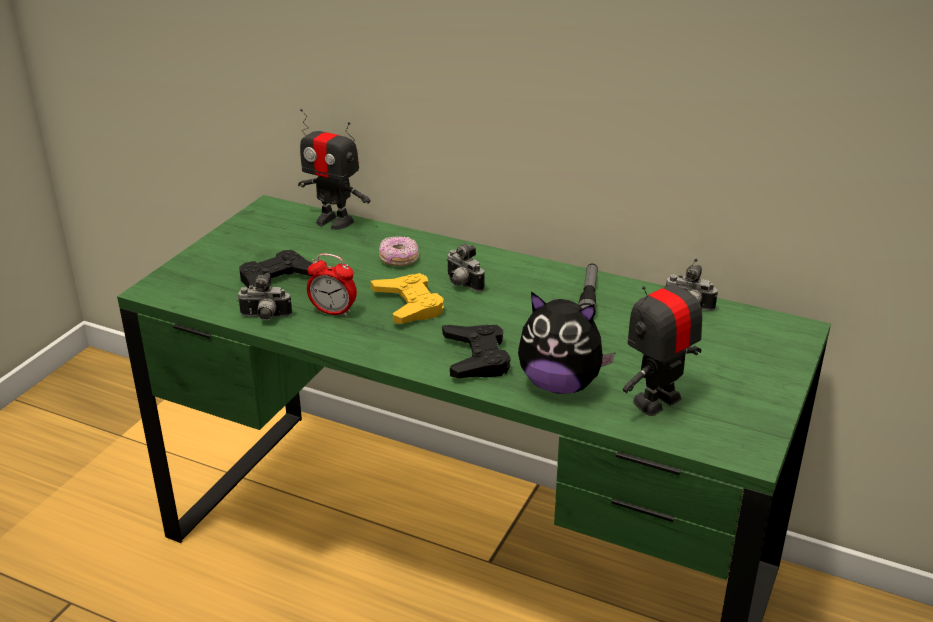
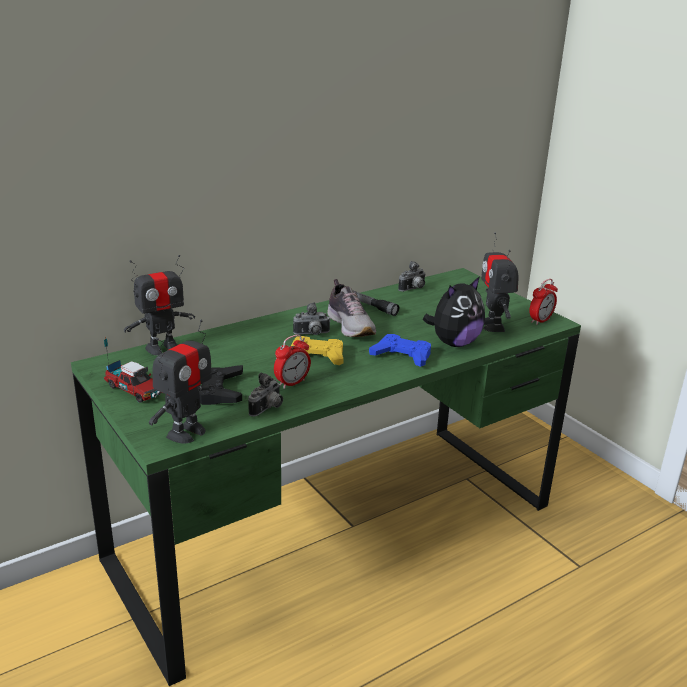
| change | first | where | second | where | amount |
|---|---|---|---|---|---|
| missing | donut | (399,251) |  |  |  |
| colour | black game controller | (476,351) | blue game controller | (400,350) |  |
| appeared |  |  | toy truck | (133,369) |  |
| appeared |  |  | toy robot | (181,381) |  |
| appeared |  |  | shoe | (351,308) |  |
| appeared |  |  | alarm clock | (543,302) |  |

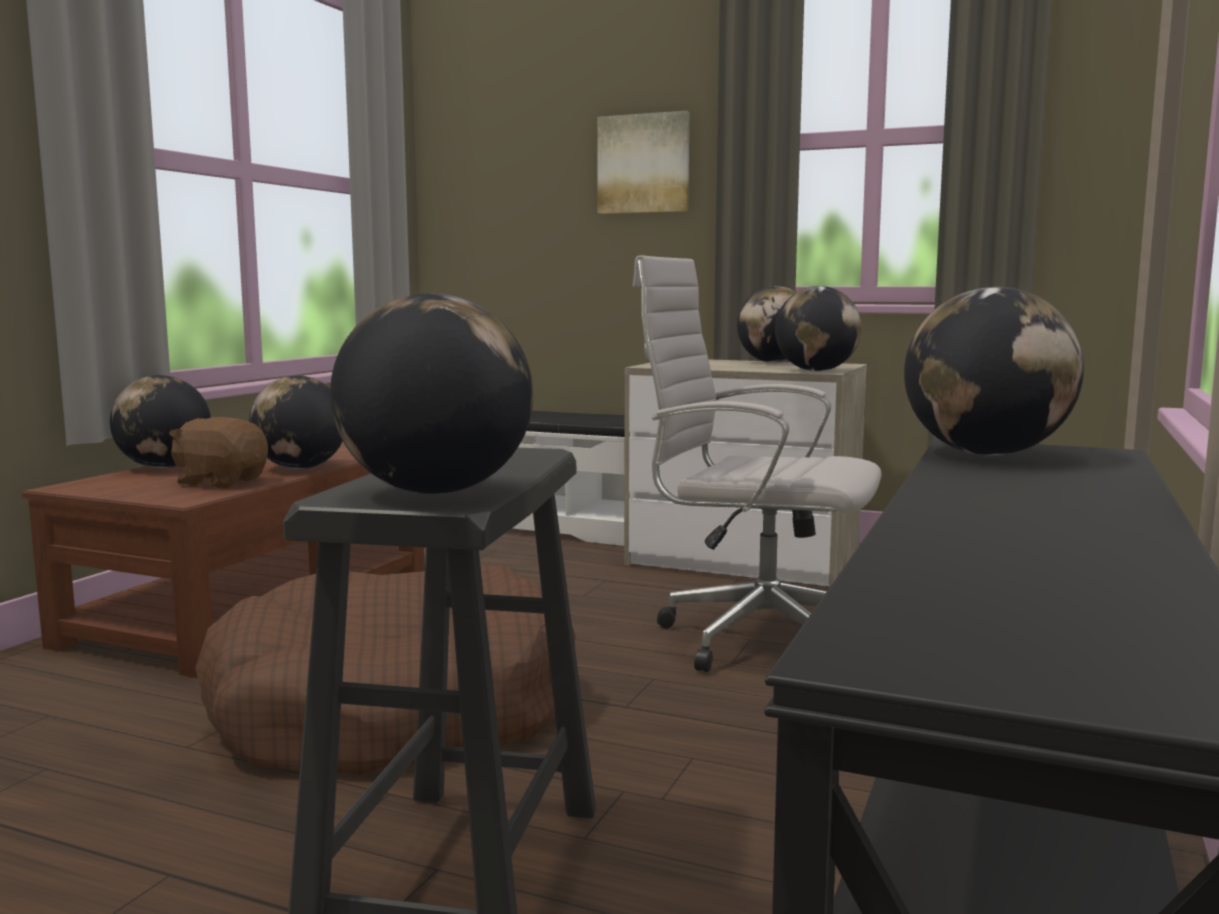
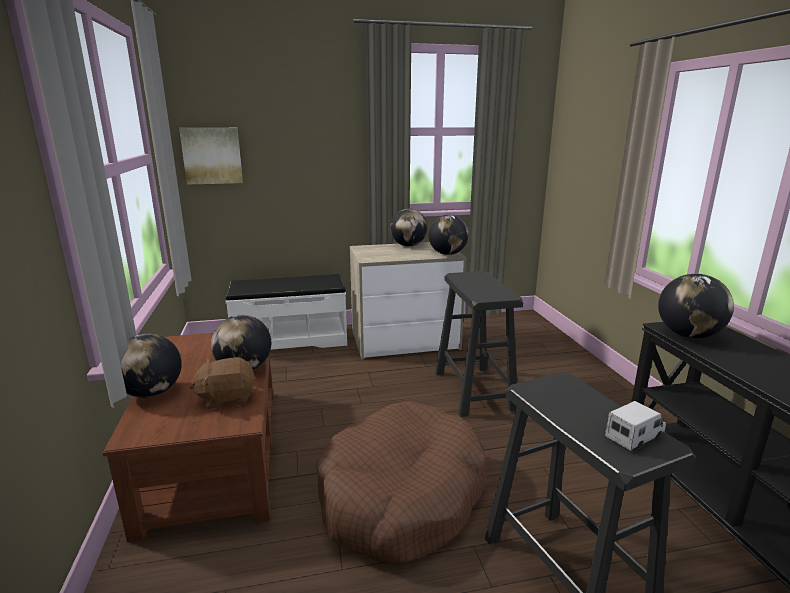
| change | first | where | second | where | amount |
|---|---|---|---|---|---|
| exchanged | globe | (431,394) | toy truck | (635,426) |  |
| relocated | picture | (643,162) |  | (211,156) |  |
| exchanged | white office chair | (757,463) | black stool | (479,344) |  |

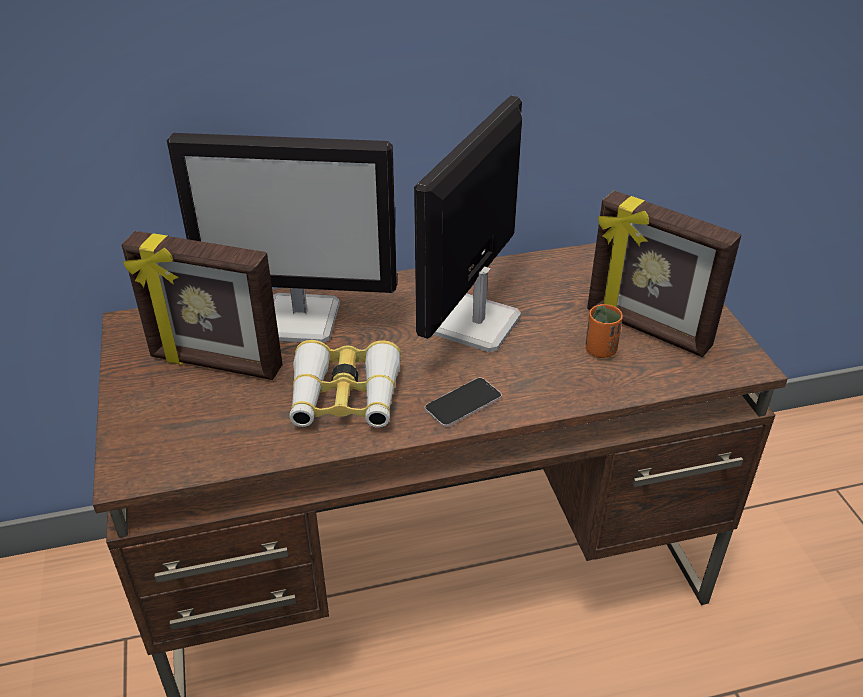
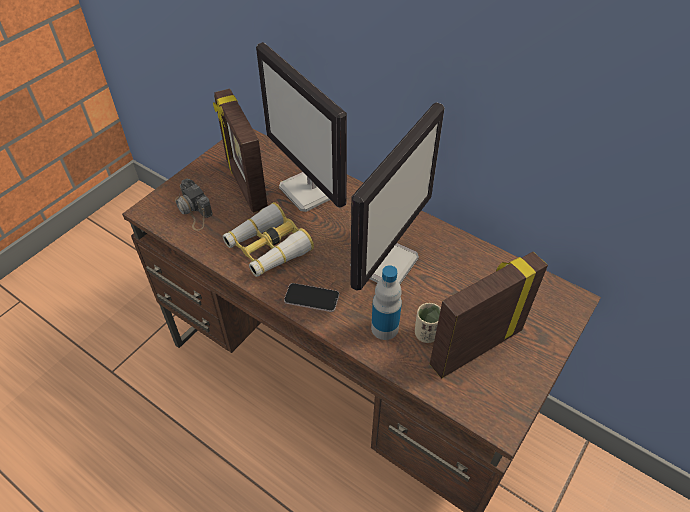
| change | first | where | second | where | amount |
|---|---|---|---|---|---|
| spun | monitor | (468,224) |  | (397,196) | 135 degrees clockwise |
| colour | orange cup | (604,331) | beige cup | (428,323) |  |
| spun | picture frame | (664,274) |  | (489,315) | 60 degrees clockwise |
| appeared |  |  | photo camera | (194,204) |  |
| appeared |  |  | bottle | (386,302) |  |

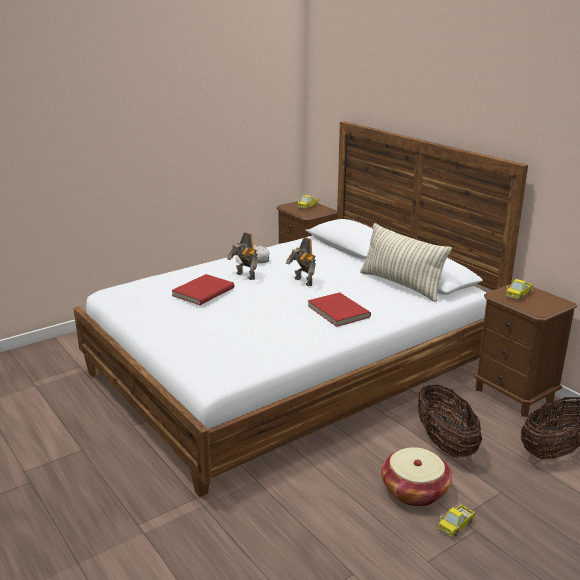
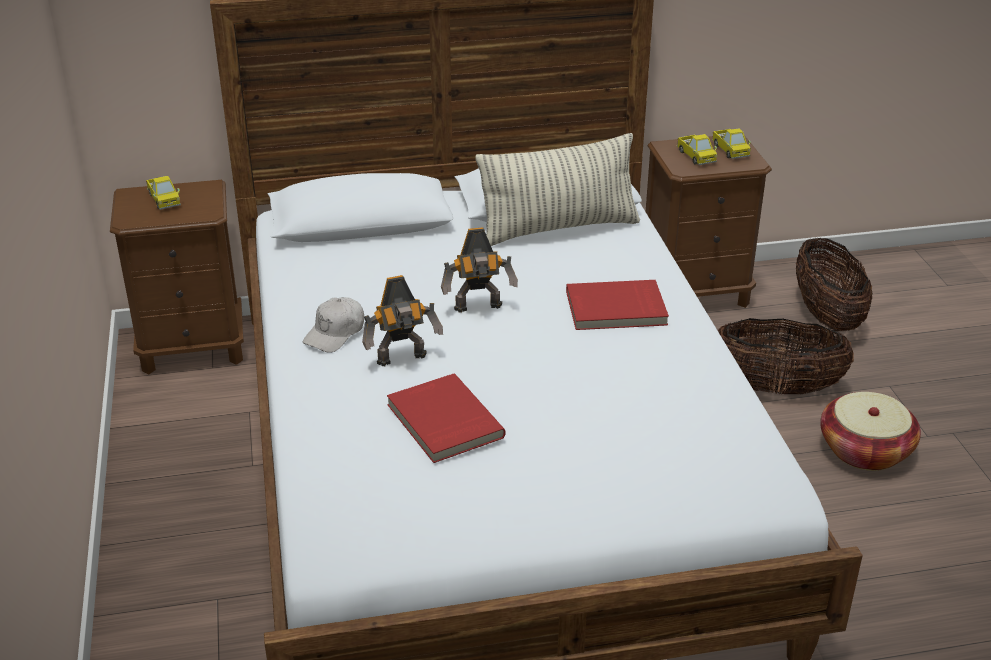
| change | first | where | second | where | amount |
|---|---|---|---|---|---|
| relocated | toy truck | (456,521) |  | (731,143) |  |

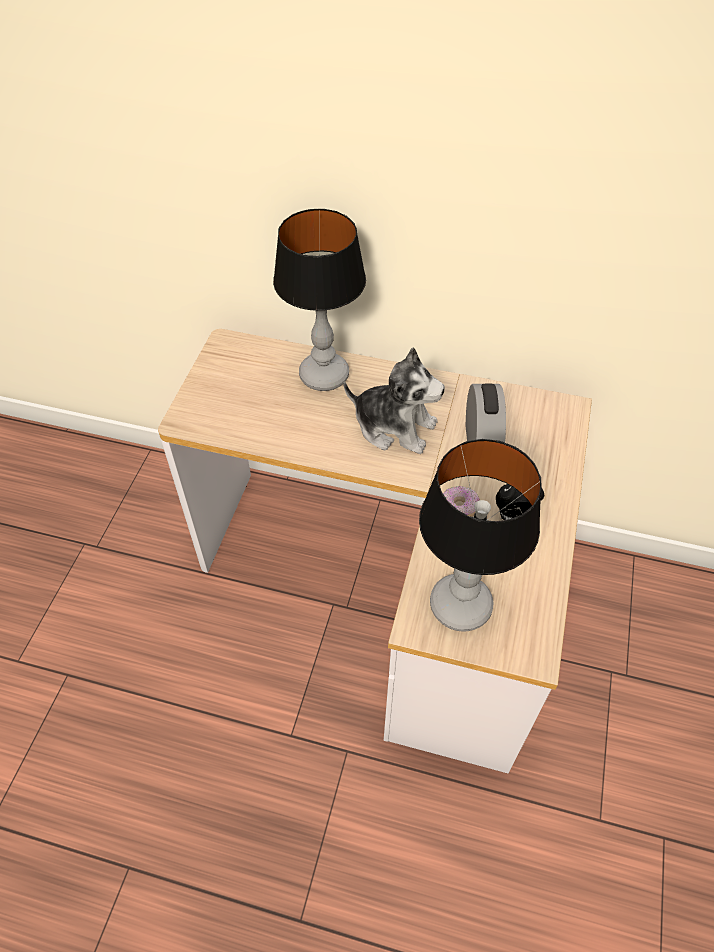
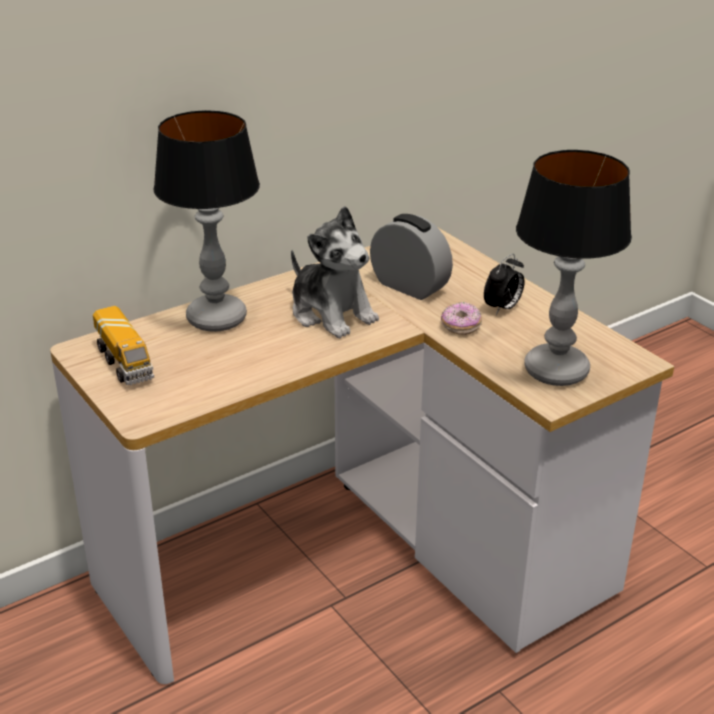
| change | first | where | second | where | amount |
|---|---|---|---|---|---|
| spun | plush toy | (394,401) |  | (335,272) | 75 degrees clockwise |
| appeared |  |  | toy truck | (123,346) |  |

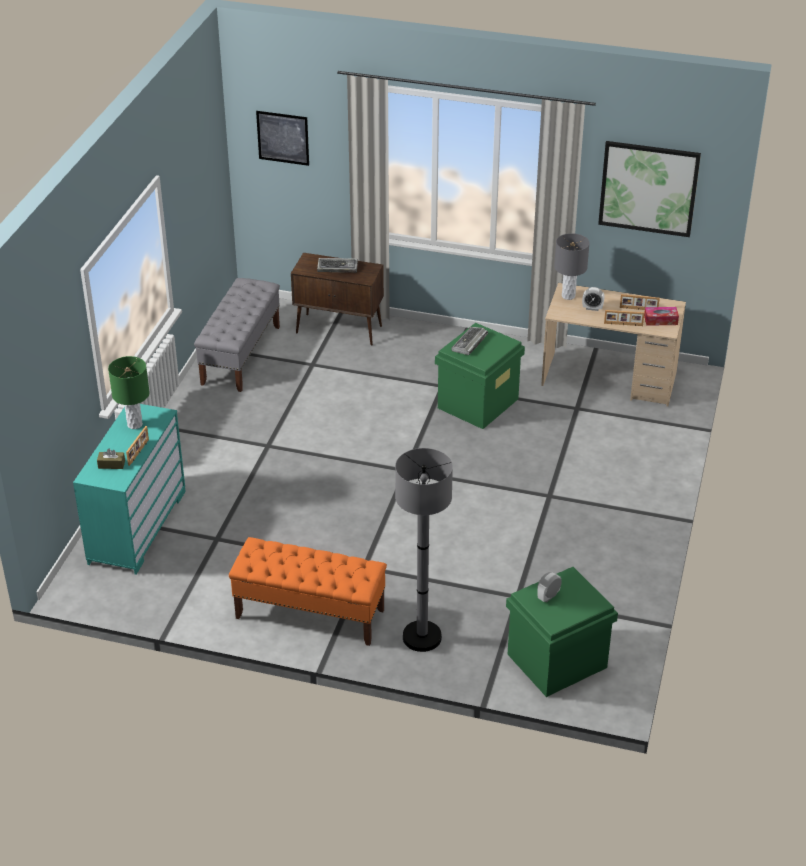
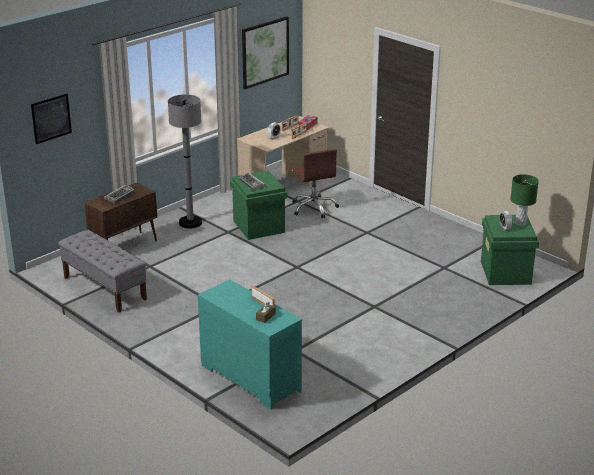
| change | first | where | second | where | amount |
|---|---|---|---|---|---|
| relocated | green table lamp | (129,392) |  | (524,200) |  |
| missing | orange bench | (308,591) |  |  |  |
| relocated | grey floor lamp | (424,550) |  | (185,161) |  |
| missing | grey table lamp | (572,266) |  |  |  |
| appeared |  |  | brown office chair | (315,183) |  |

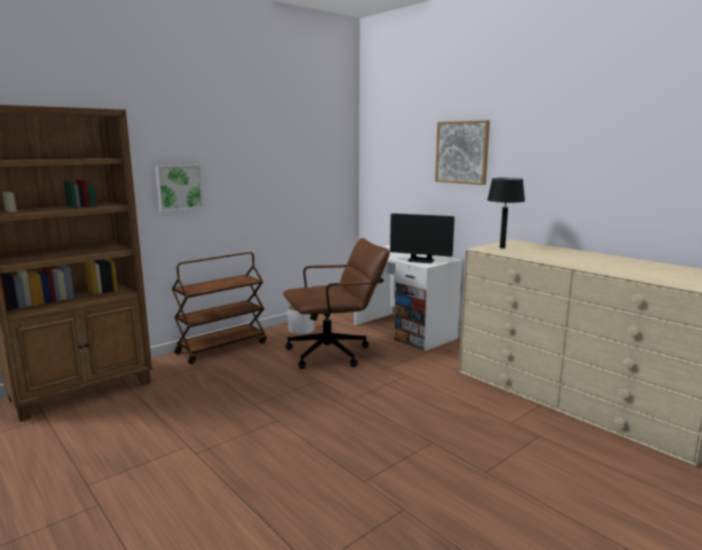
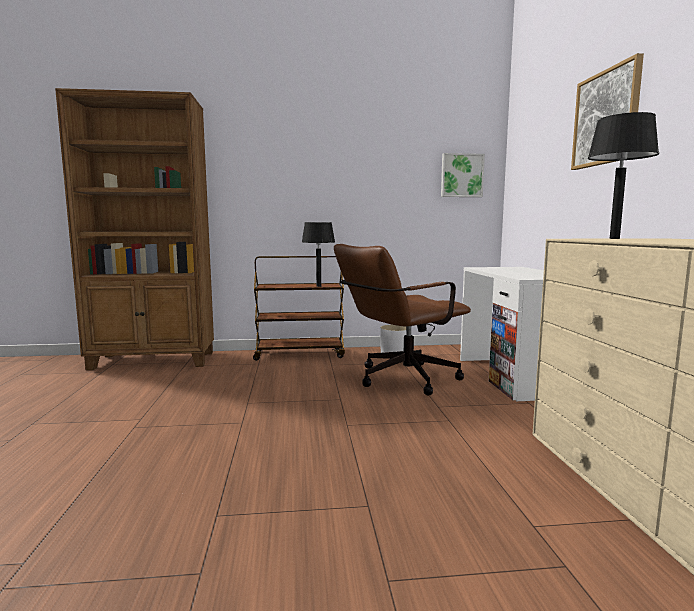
| change | first | where | second | where | amount |
|---|---|---|---|---|---|
| relocated | picture | (179,188) |  | (463,175) |  |
| spun | brown office chair | (336,303) |  | (402,320) | 135 degrees clockwise |
| missing | monitor | (422,238) |  |  |  |
| appeared |  |  | black table lamp | (318,254) |  |

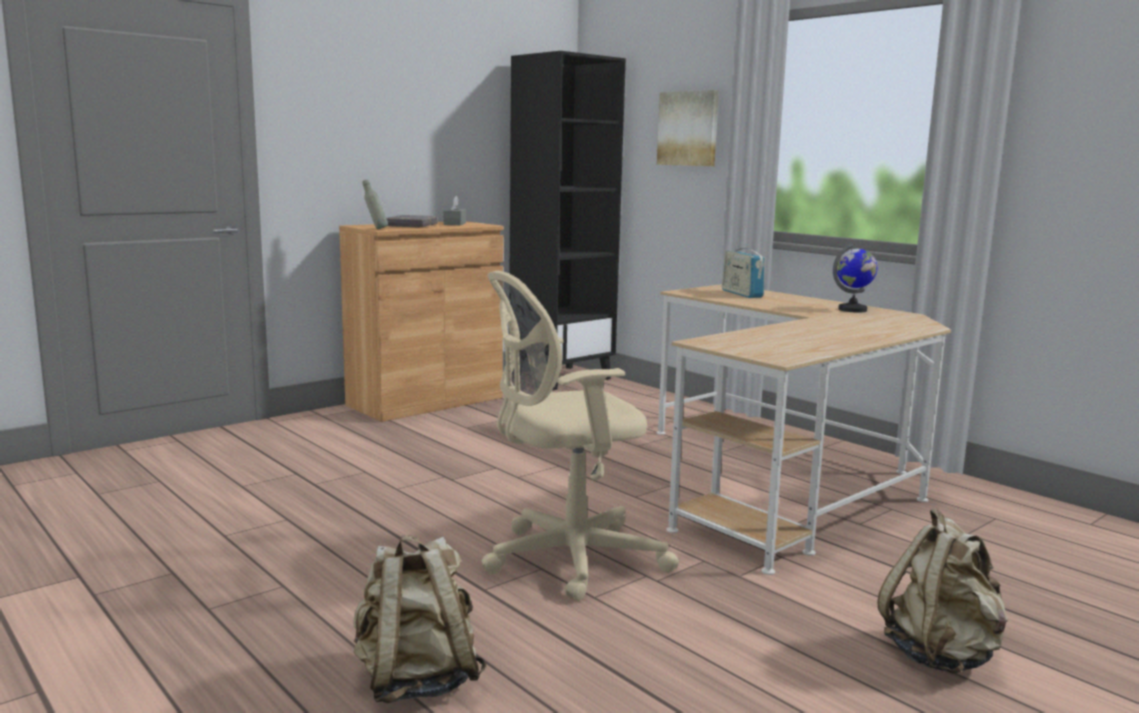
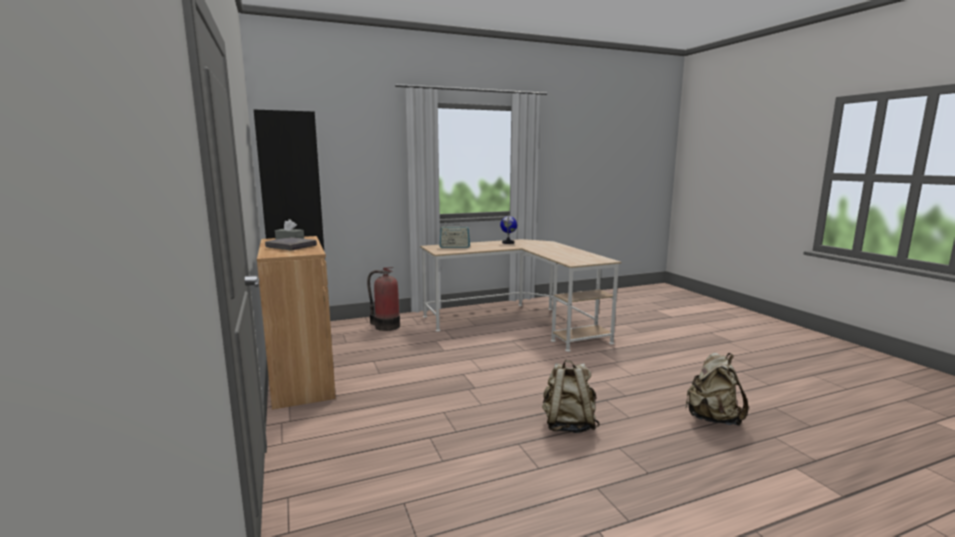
| change | first | where | second | where | amount |
|---|---|---|---|---|---|
| missing | grey bottle | (375,204) |  |  |  |
| missing | beige office chair | (580,436) |  |  |  |
| missing | picture | (688,128) |  |  |  |
| relocated | beige backpack | (942,591) |  | (571,396) |  |
| appeared |  |  | fire extinguisher | (383,299) |  |

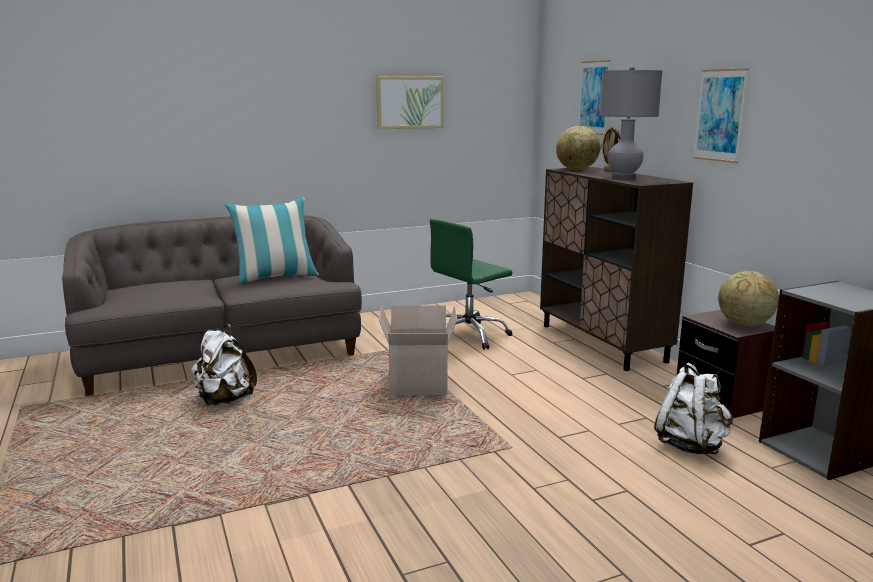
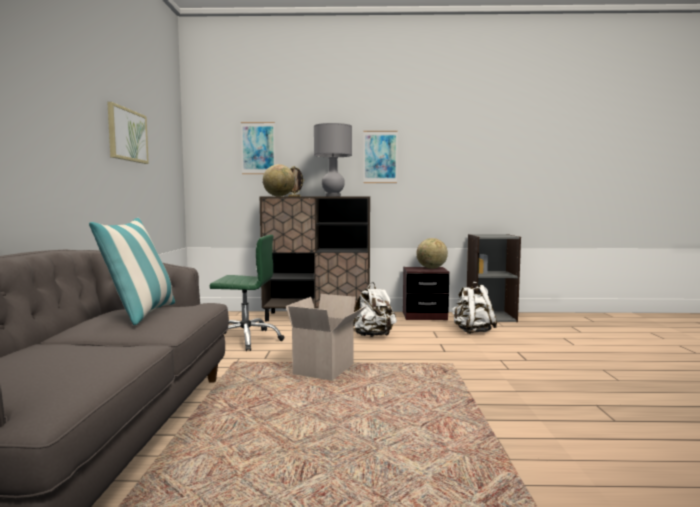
| change | first | where | second | where | amount |
|---|---|---|---|---|---|
| relocated | white backpack | (224,364) |  | (375,309) |  |
| spun | green office chair | (471,284) |  | (247,293) | 75 degrees counterclockwise |

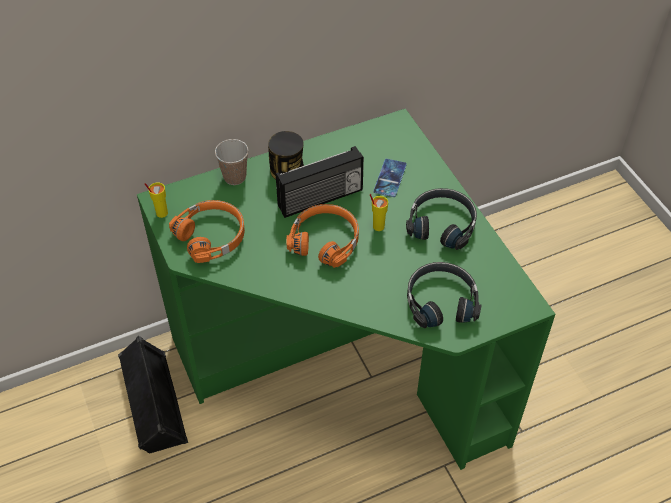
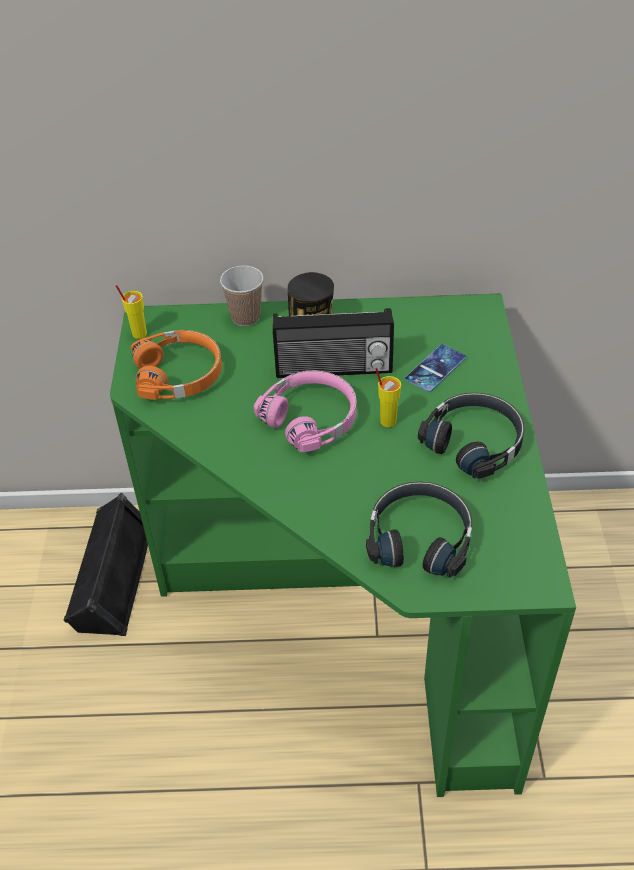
| change | first | where | second | where | amount |
|---|---|---|---|---|---|
| colour | orange headphones | (322,236) | pink headphones | (305,411) |  |

